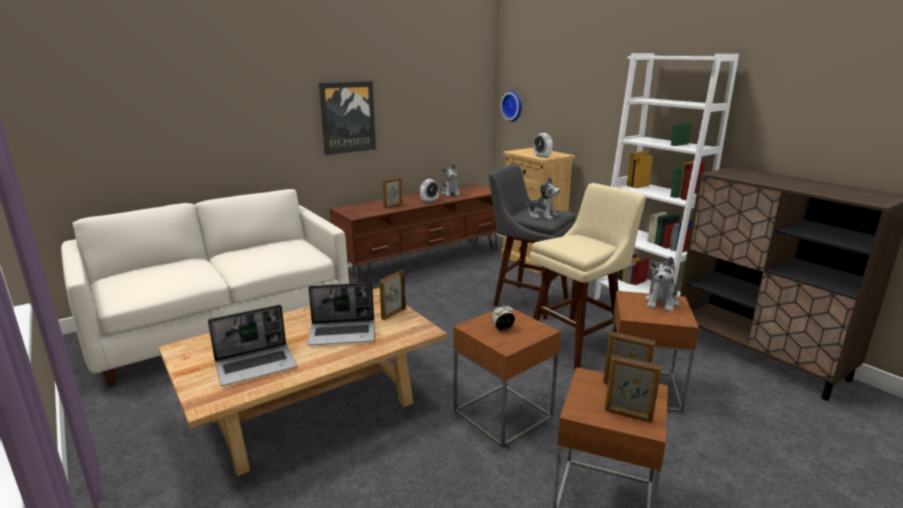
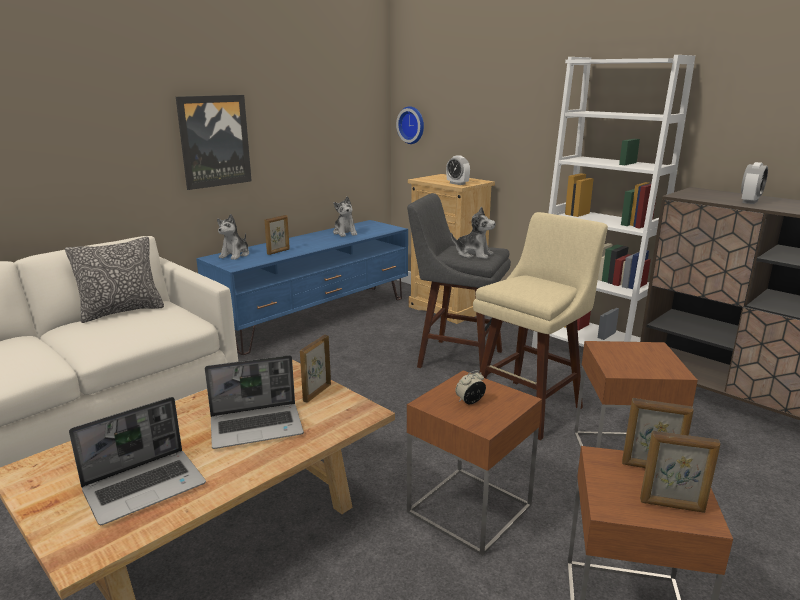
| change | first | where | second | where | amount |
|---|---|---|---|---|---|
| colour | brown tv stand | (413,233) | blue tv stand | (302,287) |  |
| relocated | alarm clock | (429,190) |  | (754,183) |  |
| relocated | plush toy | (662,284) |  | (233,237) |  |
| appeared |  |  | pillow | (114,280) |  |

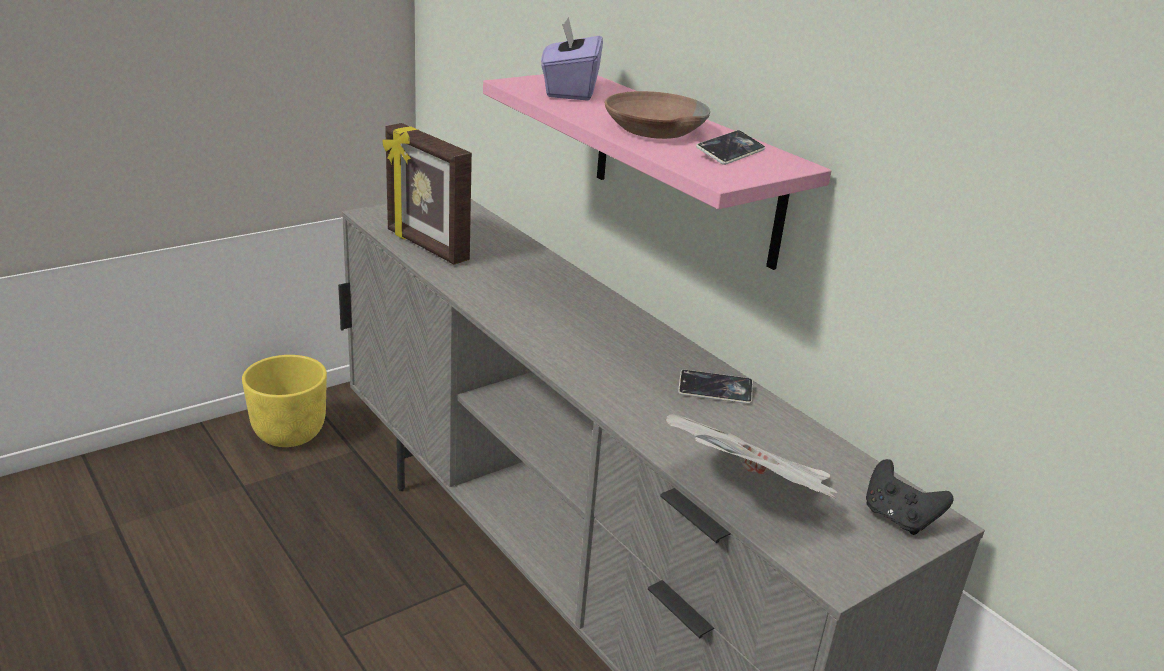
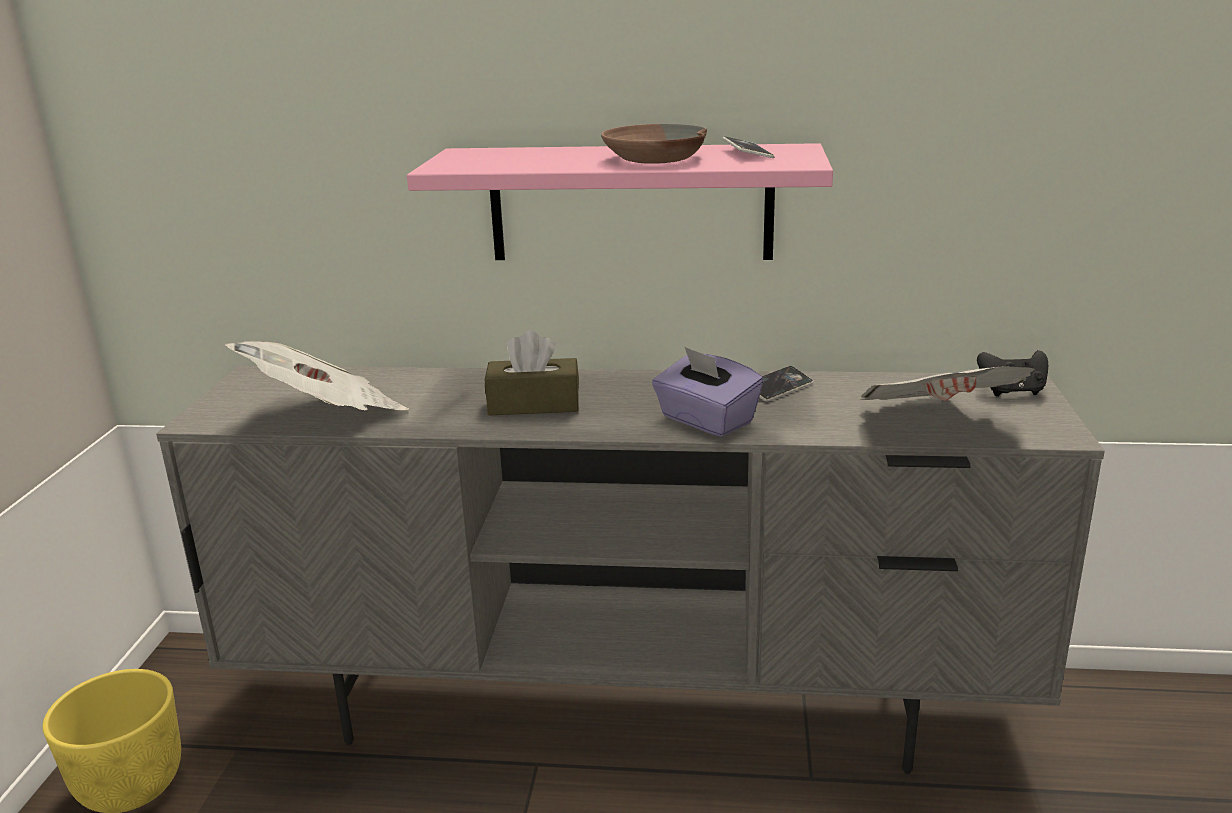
| change | first | where | second | where | amount |
|---|---|---|---|---|---|
| exchanged | picture frame | (427,193) | newspaper | (317,375) |  |
| relocated | purple tissue box | (572,59) |  | (708,391) |  |
| appeared |  |  | brown tissue box | (532,373) |  |

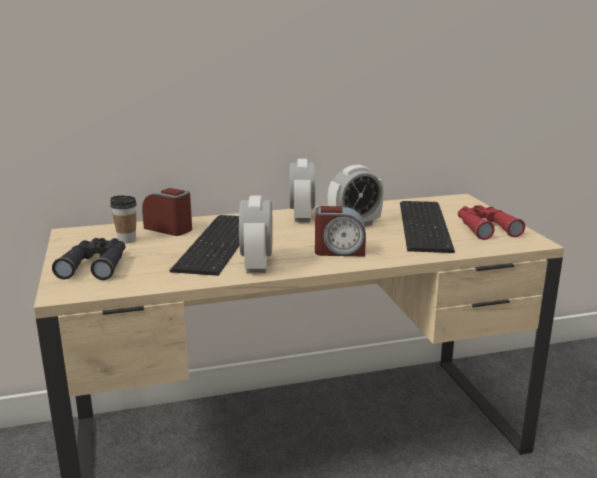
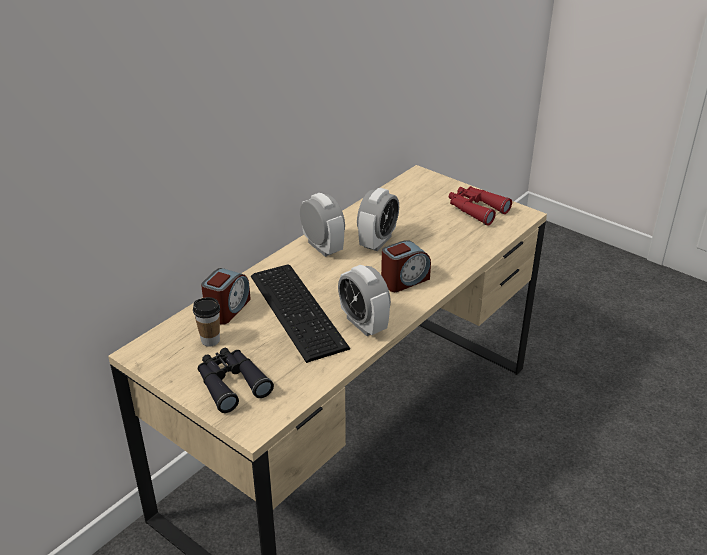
| change | first | where | second | where | amount |
|---|---|---|---|---|---|
| spun | alarm clock | (167,212) |  | (226,296) | 120 degrees clockwise |
| missing | keyboard | (427,227) |  |  |  |

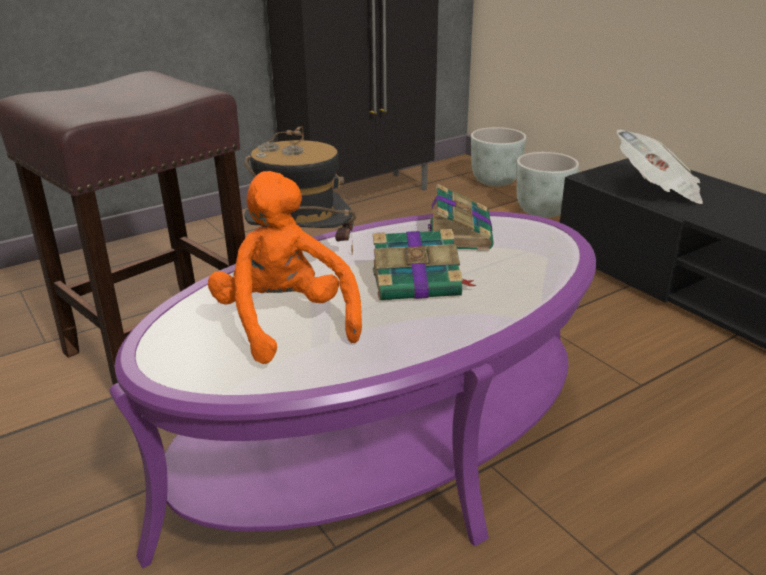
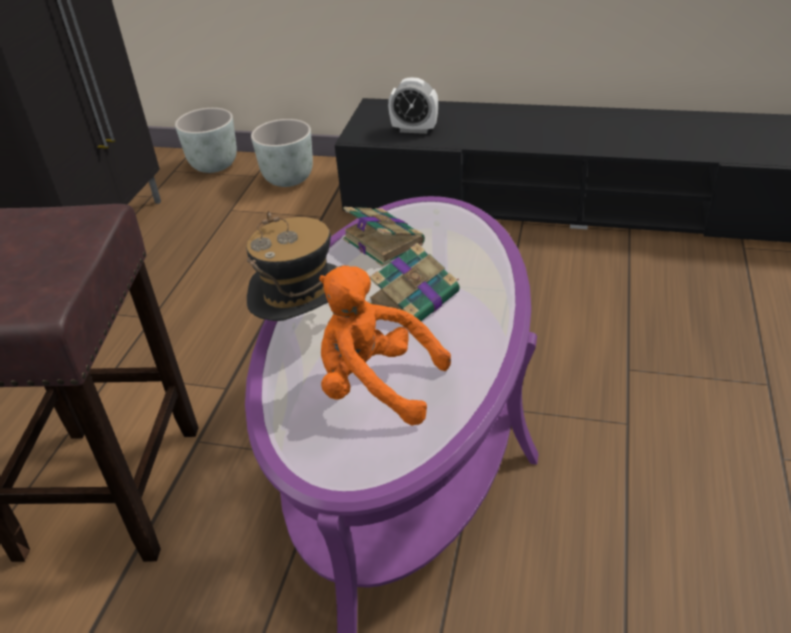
| change | first | where | second | where | amount |
|---|---|---|---|---|---|
| exchanged | newspaper | (659,166) | alarm clock | (413,106) |  |

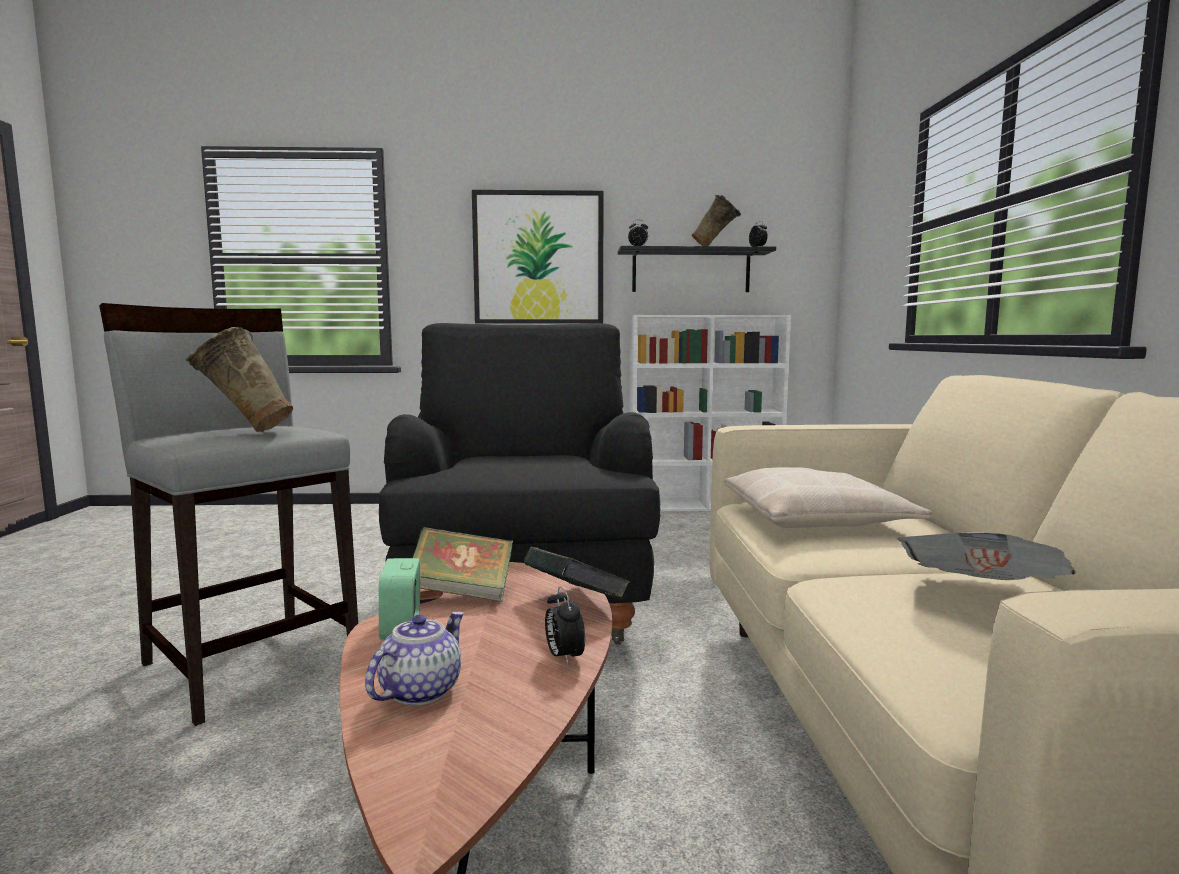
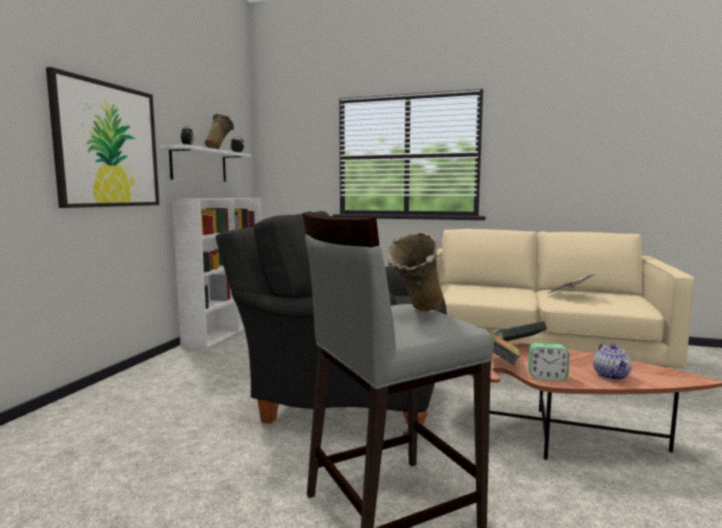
| change | first | where | second | where | amount |
|---|---|---|---|---|---|
| spun | teapot | (414,658) |  | (612,361) | 135 degrees counterclockwise |
| missing | alarm clock | (565,626) |  |  |  |
| colour | black shelf | (697,269) | white shelf | (205,163) |  |
| missing | beige pillow | (828,497) |  |  |  |

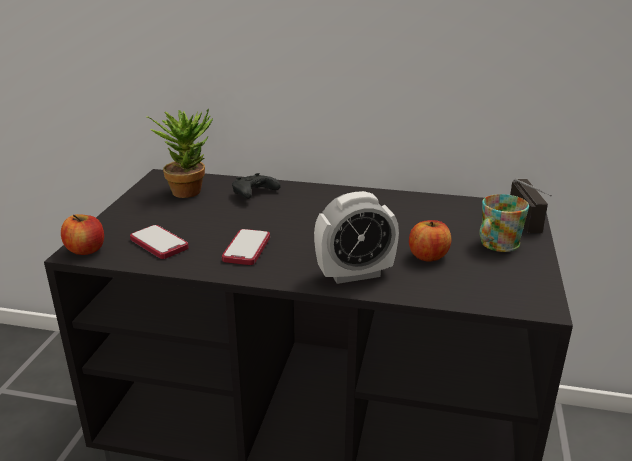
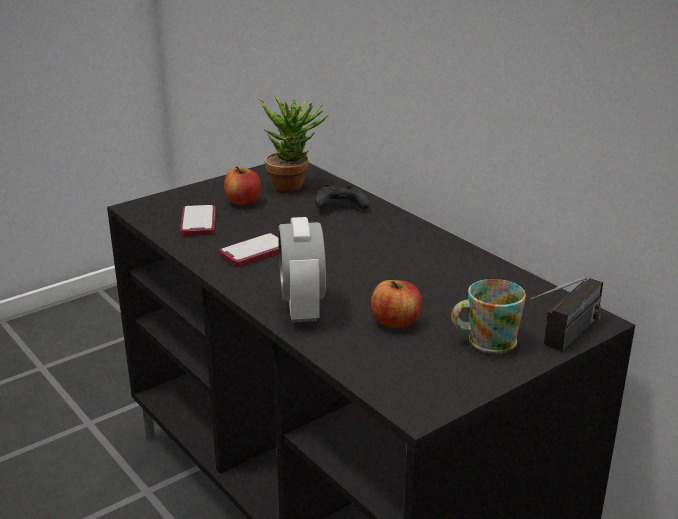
| change | first | where | second | where | amount |
|---|---|---|---|---|---|
| relocated | apple | (82,234) |  | (242,186) |  |
| spun | alarm clock | (356,237) |  | (302,270) | 60 degrees clockwise |

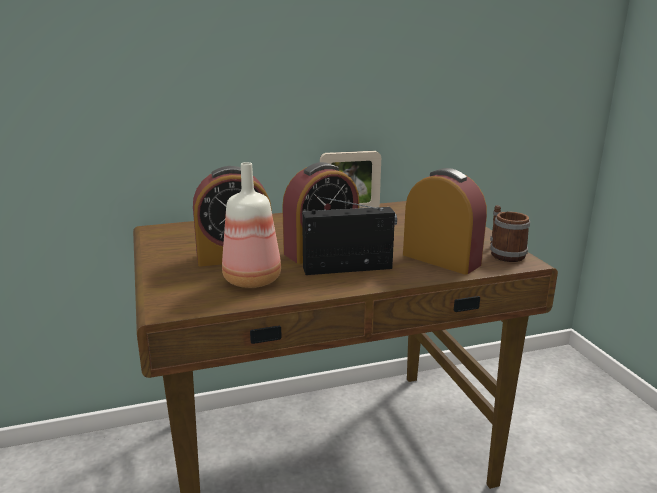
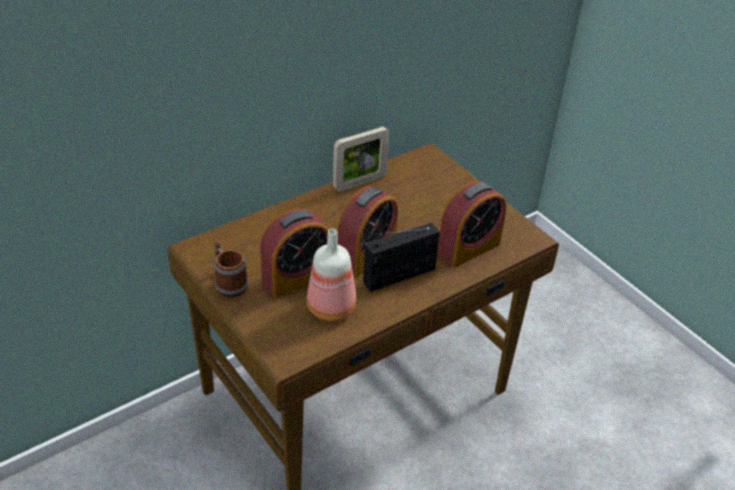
| change | first | where | second | where | amount |
|---|---|---|---|---|---|
| spun | alarm clock | (445,221) |  | (472,224) | 120 degrees clockwise |
| relocated | mug | (510,233) |  | (231,269) |  |

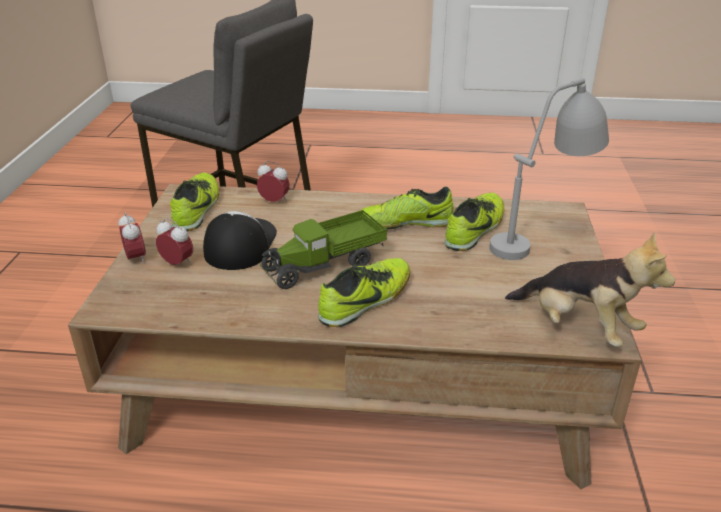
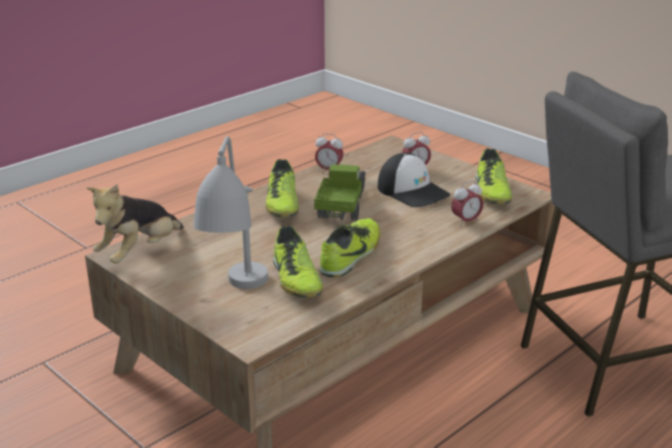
| change | first | where | second | where | amount |
|---|---|---|---|---|---|
| relocated | alarm clock | (132,238) |  | (329,152) |  |
| spun | shoe | (194,202) |  | (494,176) | 45 degrees clockwise |
| spun | plush toy | (590,289) |  | (135,223) | 45 degrees counterclockwise |

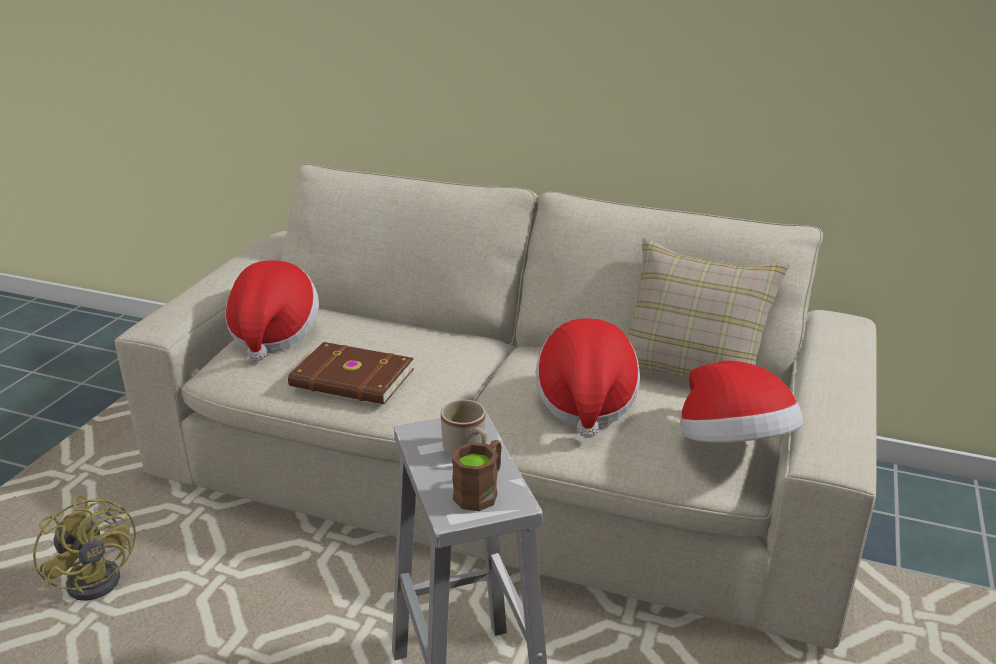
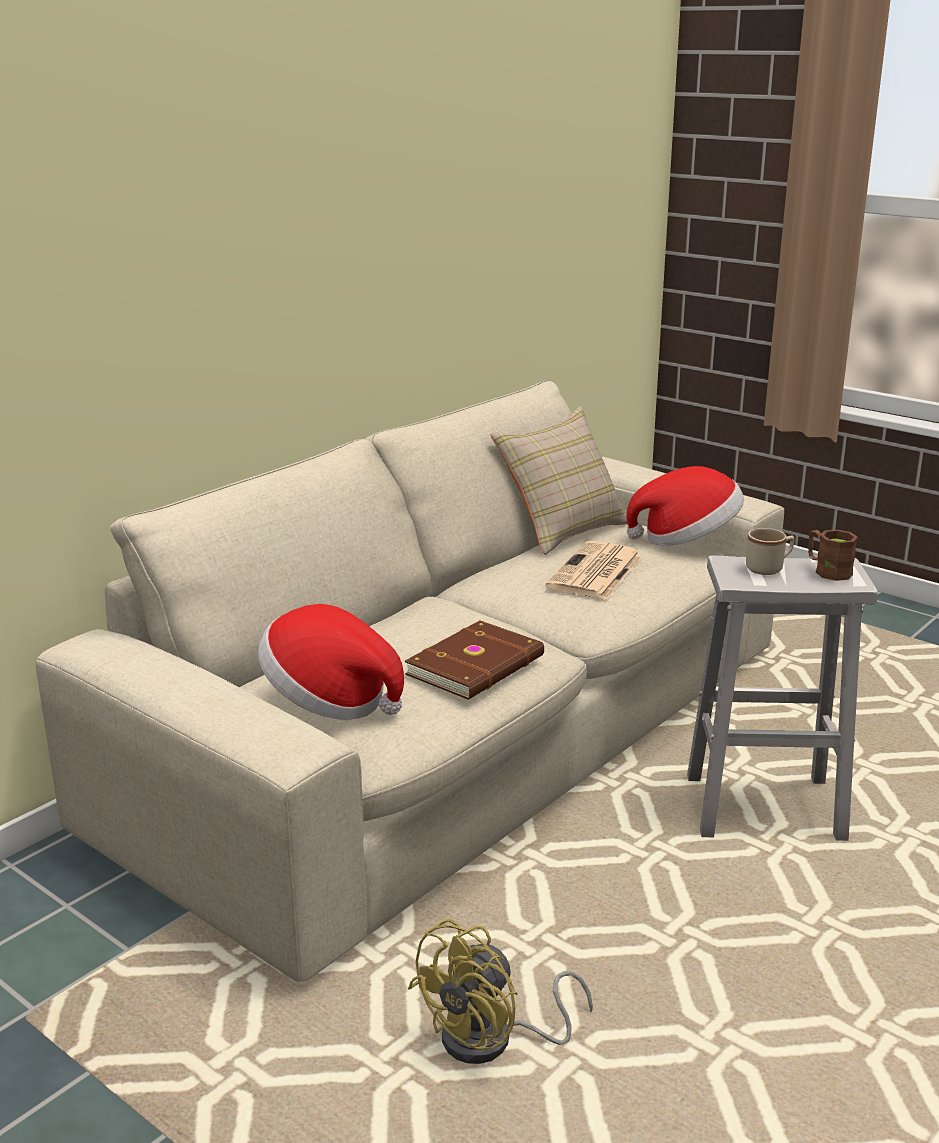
| change | first | where | second | where | amount |
|---|---|---|---|---|---|
| spun | yellow fan | (84,548) |  | (500,991) | 150 degrees clockwise |
| exchanged | hat | (588,378) | newspaper | (594,570) |  |

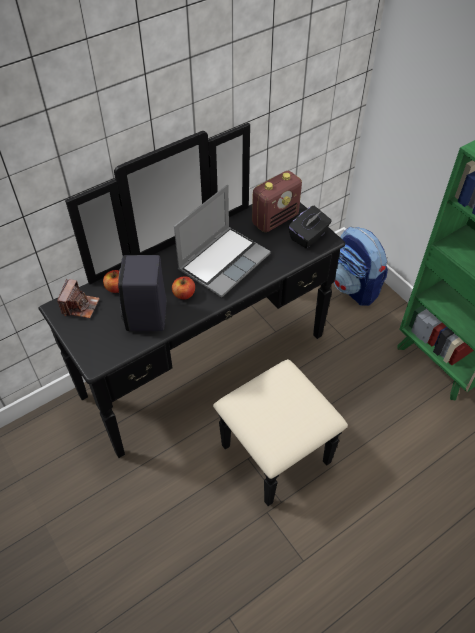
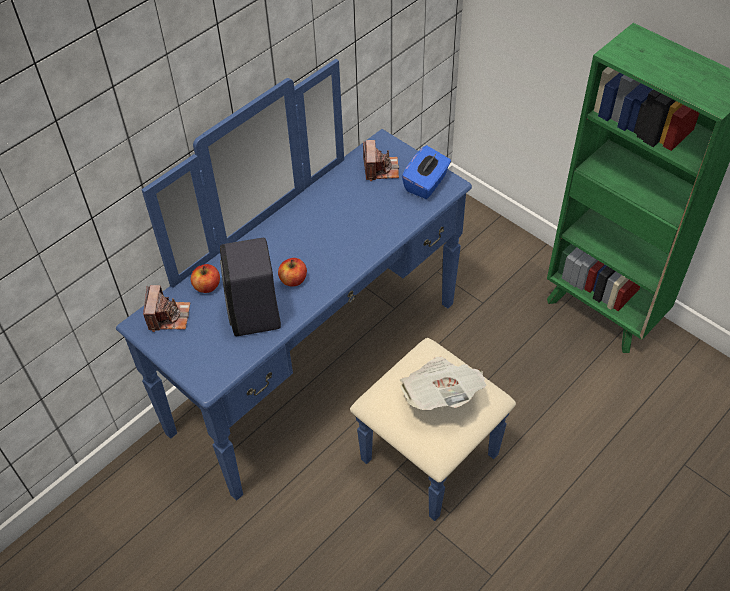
| change | first | where | second | where | amount |
|---|---|---|---|---|---|
| colour | black dresser | (193,314) | blue dresser | (316,290) |  |
| missing | laptop | (222,241) |  |  |  |
| exchanged | radio | (277,201) | photo camera | (381,160) |  |
| colour | black tissue box | (310,227) | blue tissue box | (426,172) |  |
| missing | backpack | (361,266) |  |  |  |
| appeared |  |  | newspaper | (443,383) |  |

